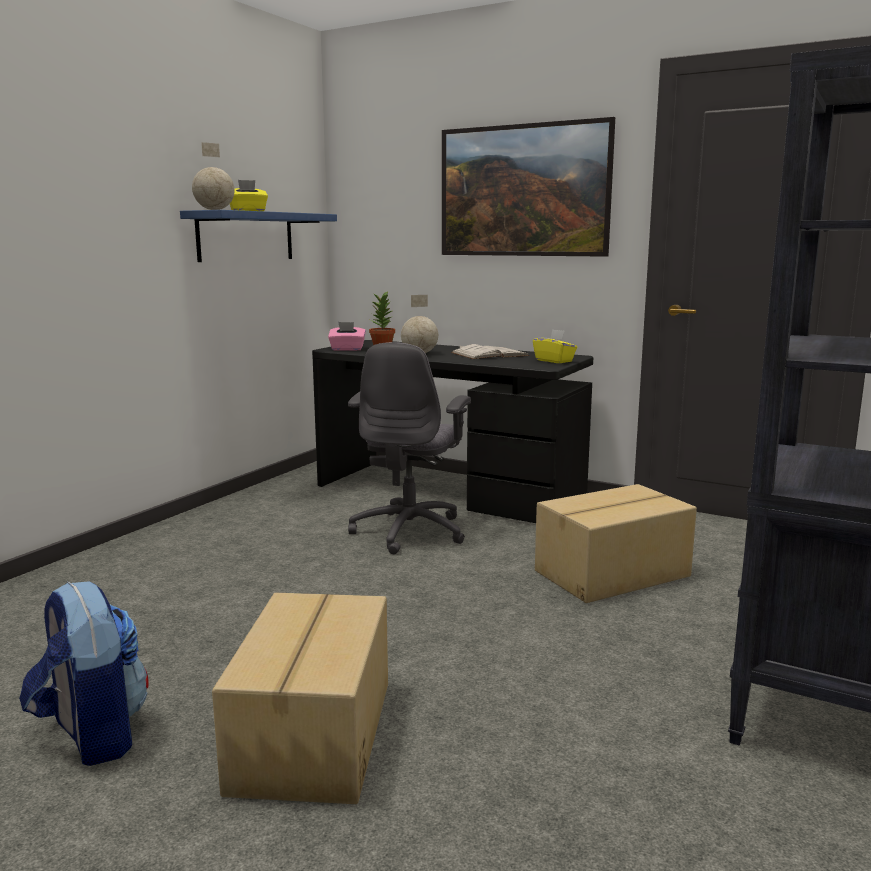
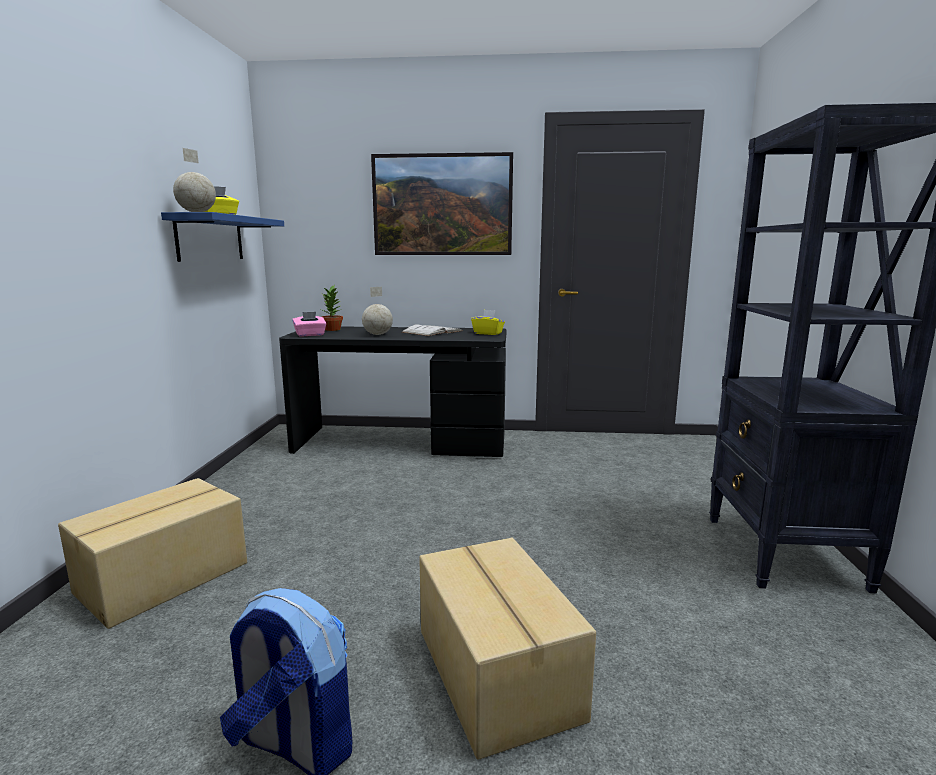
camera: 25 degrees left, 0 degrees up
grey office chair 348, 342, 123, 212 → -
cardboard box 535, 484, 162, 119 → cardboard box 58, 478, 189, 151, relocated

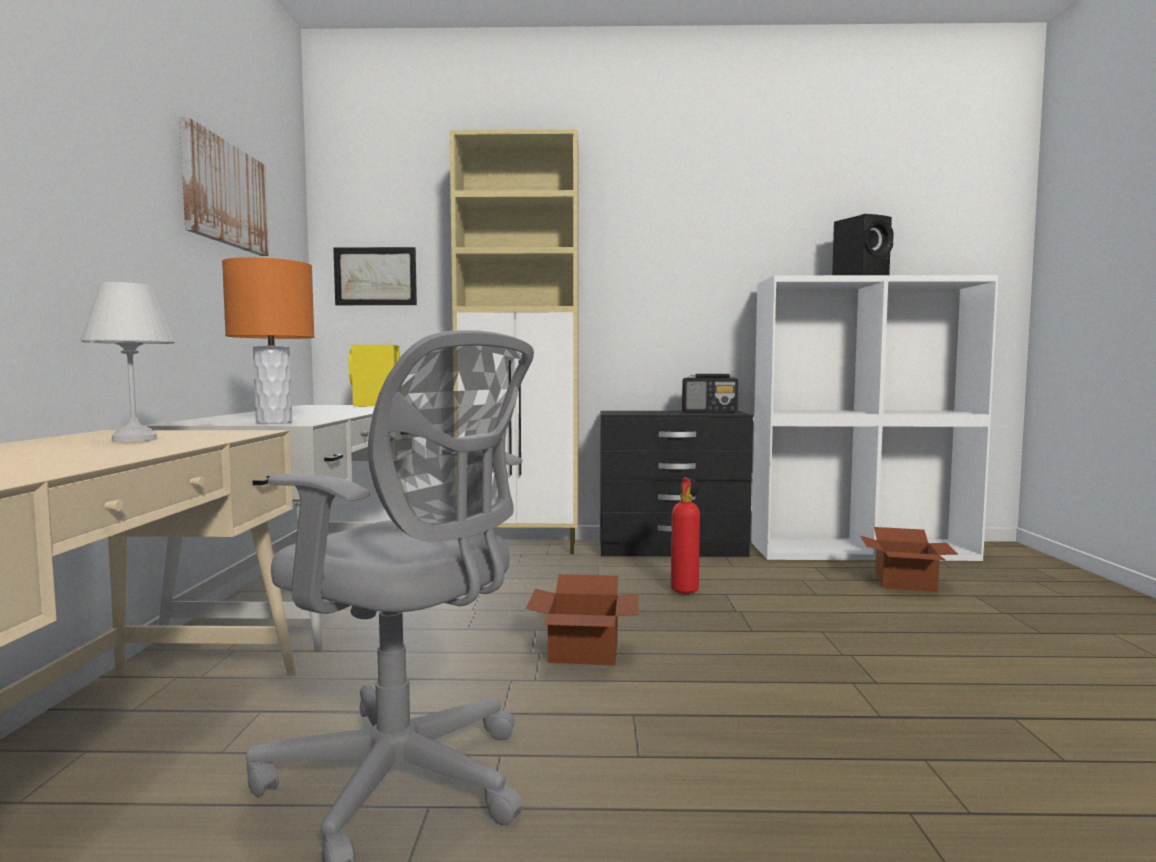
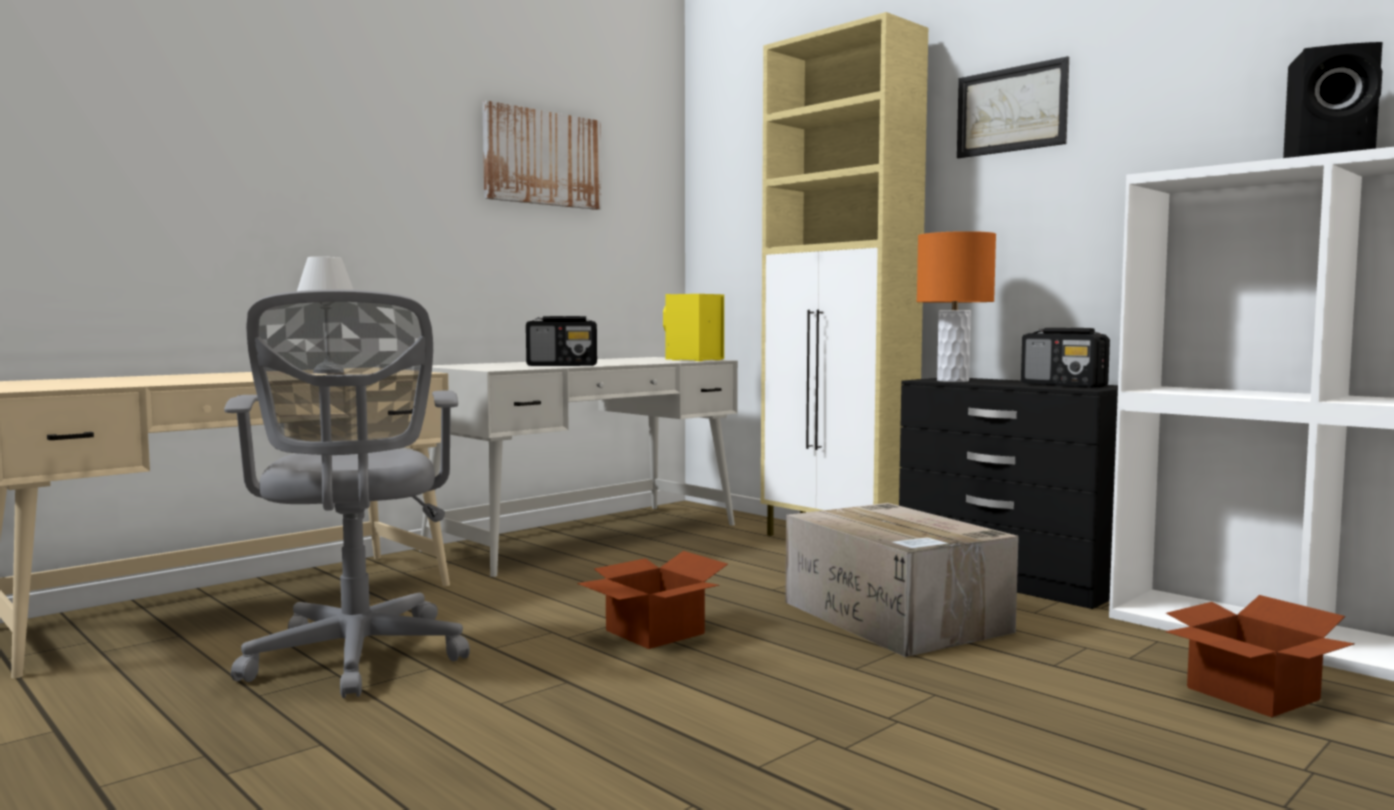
camera: 45 degrees right, 0 degrees up
orange table lamp 222, 257, 93, 167 → orange table lamp 917, 231, 79, 151, relocated
picture 333, 247, 84, 58 → picture 957, 56, 112, 102, relocated
fire extinguisher 671, 477, 29, 117 → cardboard box 785, 503, 234, 154
- → radio 526, 316, 71, 50

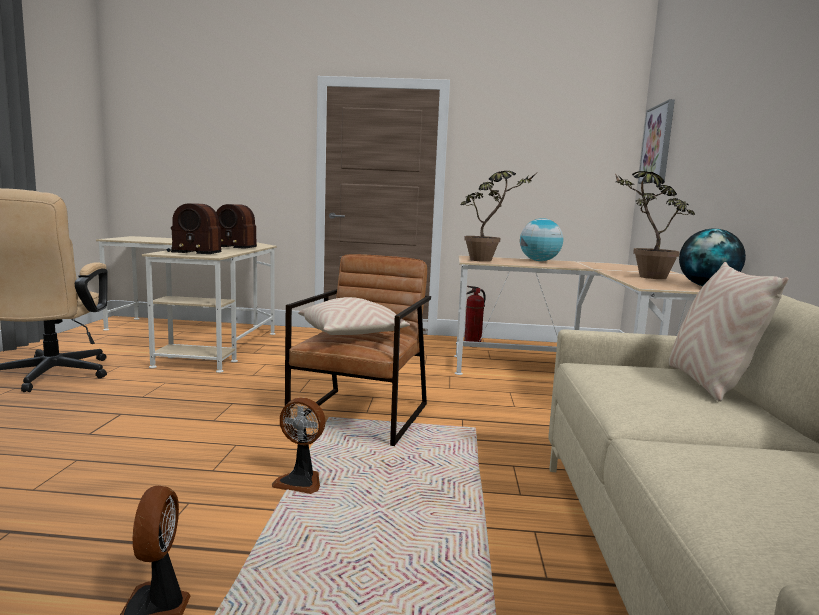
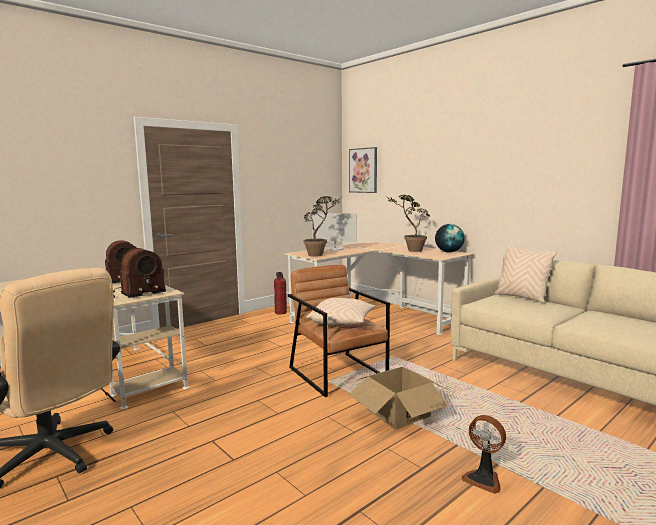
camera: 45 degrees left, 0 degrees up
fan 272, 397, 54, 97 → cardboard box 349, 367, 99, 63
globe 520, 218, 43, 43 → monitor 312, 213, 45, 38

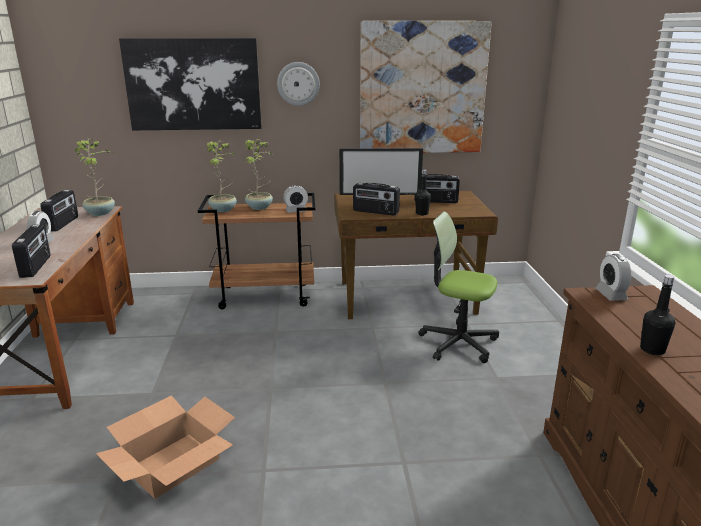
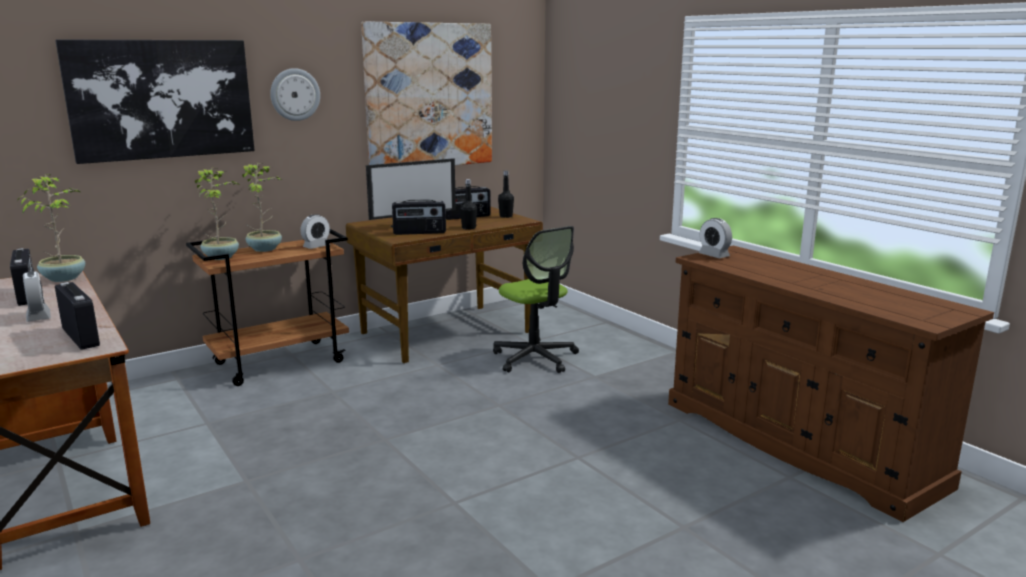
camera: 30 degrees left, 5 degrees down
cardboard box 96, 395, 139, 104 → -
office chair 418, 211, 81, 152 → office chair 493, 226, 86, 147, 120 degrees counterclockwise
black bottle 640, 274, 35, 81 → black bottle 498, 171, 16, 47, relocated

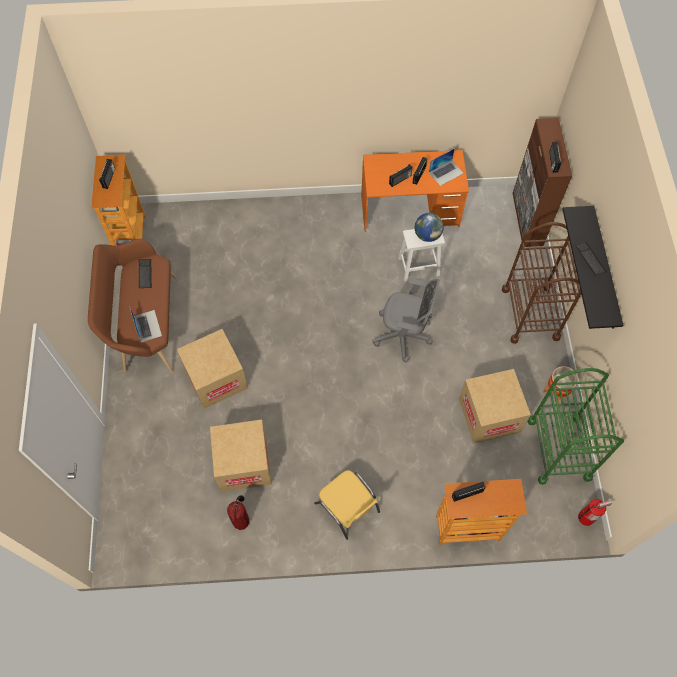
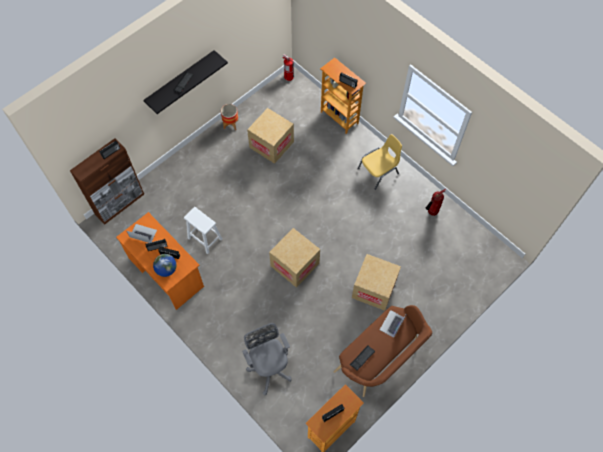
camera: 130 degrees left, 0 degrees up
cardboard box 210, 420, 62, 72 → cardboard box 269, 228, 51, 60, relocated
yellow chair 314, 470, 66, 70 → yellow chair 357, 134, 45, 56, 45 degrees clockwise
grey office chair 373, 278, 67, 85 → grey office chair 242, 323, 50, 72, relocated
globe 415, 213, 29, 29 → globe 153, 254, 24, 23, relocated
brown cart 502, 222, 79, 122 → -
green cart 528, 368, 96, 117 → -

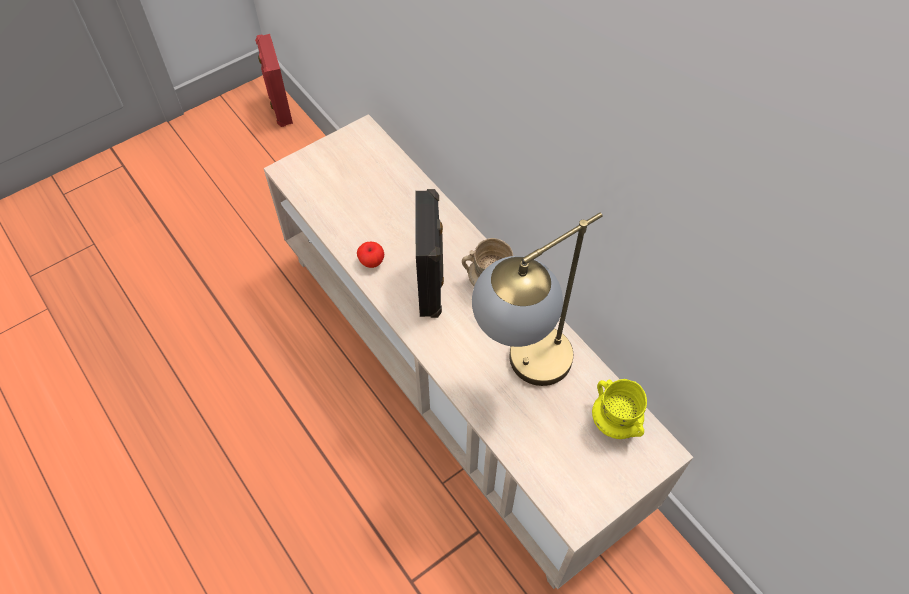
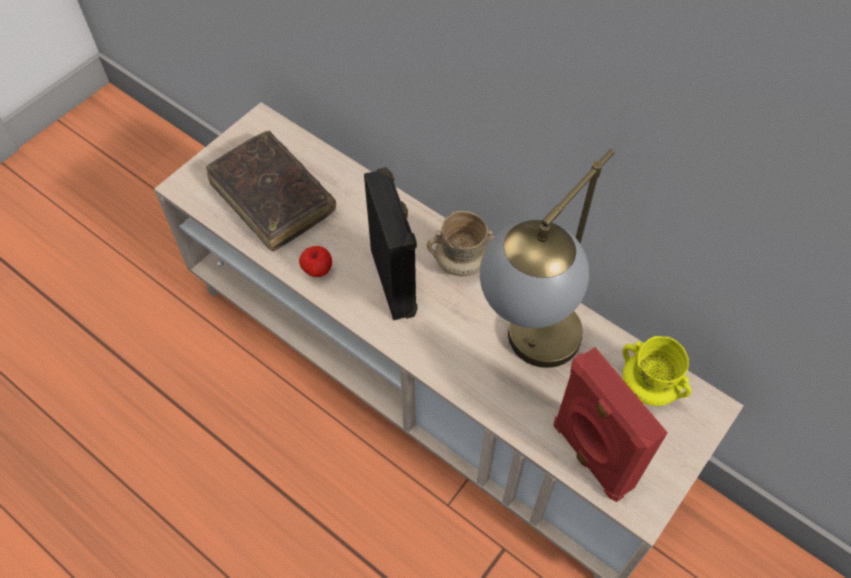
camera: 15 degrees left, 0 degrees up
red speaker 255, 34, 38, 93 → red speaker 554, 347, 114, 155, relocated
- → brown book 206, 131, 130, 120

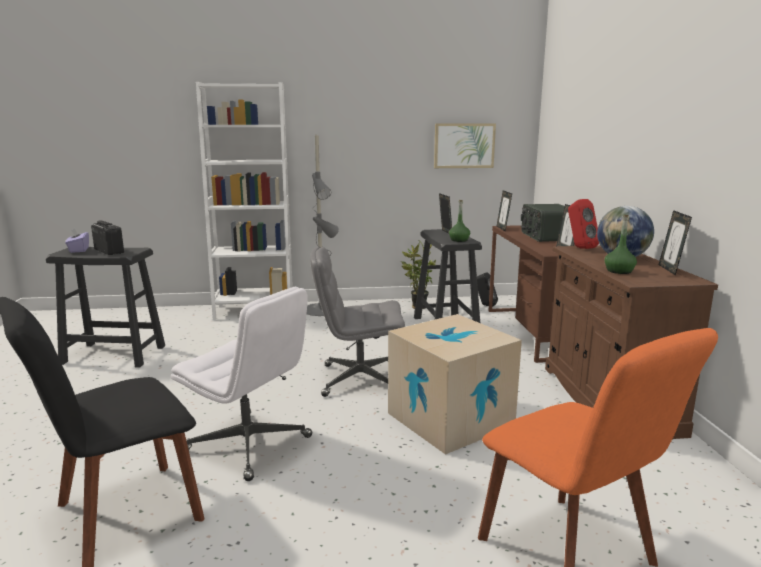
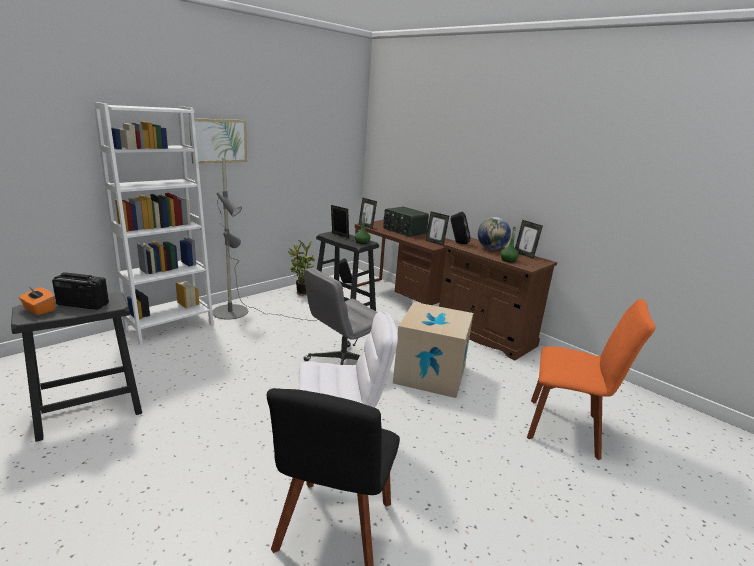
camera: 40 degrees left, 5 degrees up
purple tissue box 65, 228, 24, 25 → orange tissue box 19, 287, 36, 28
picture 434, 123, 62, 45 → picture 189, 118, 58, 46, relocated
red speaker 568, 199, 31, 50 → black speaker 450, 212, 20, 32

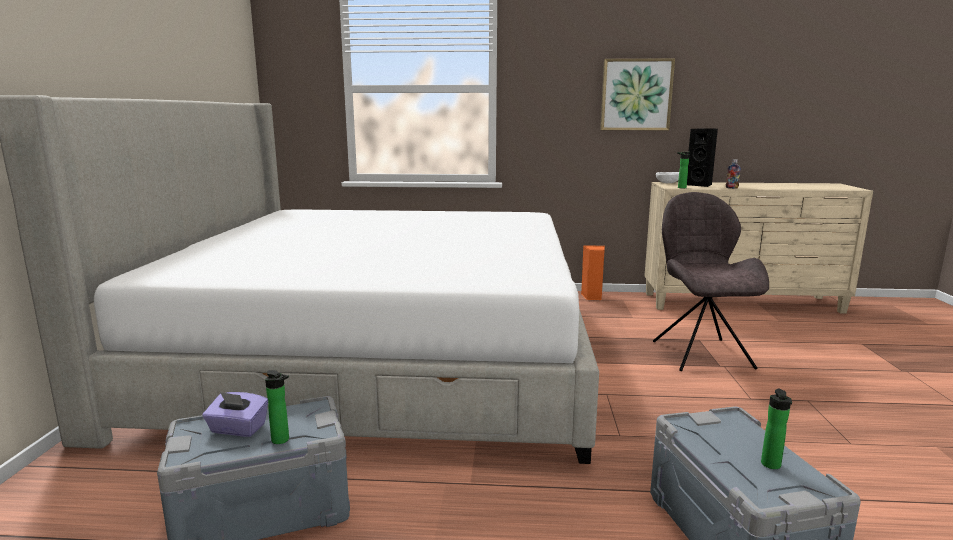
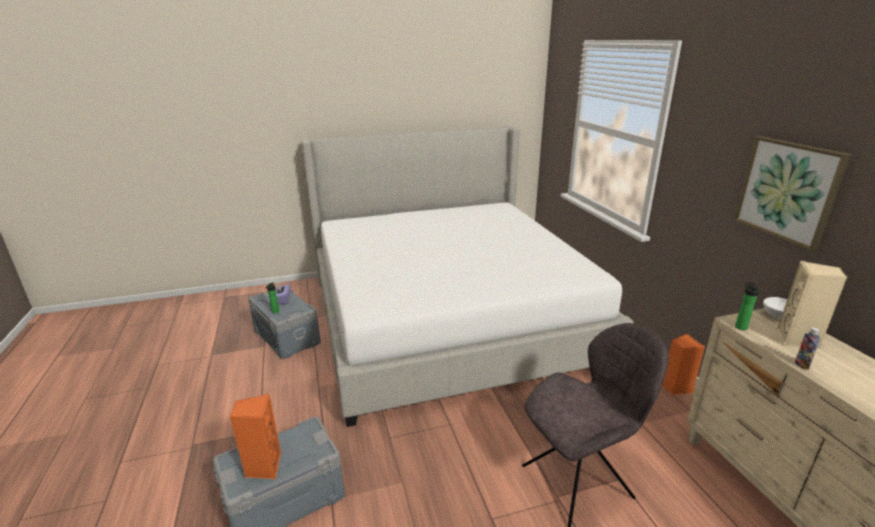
camera: 70 degrees right, 10 degrees up
black speaker 687, 128, 31, 59 → beige speaker 777, 261, 70, 88
bottle 761, 388, 31, 81 → orange speaker 230, 394, 51, 85

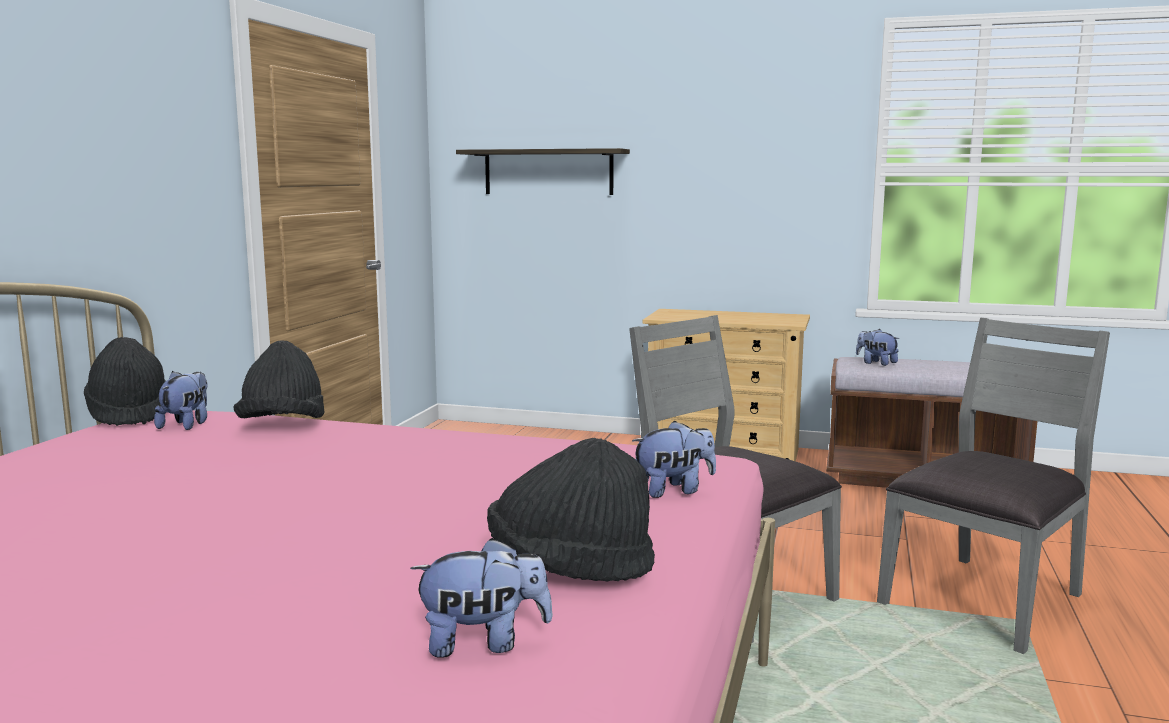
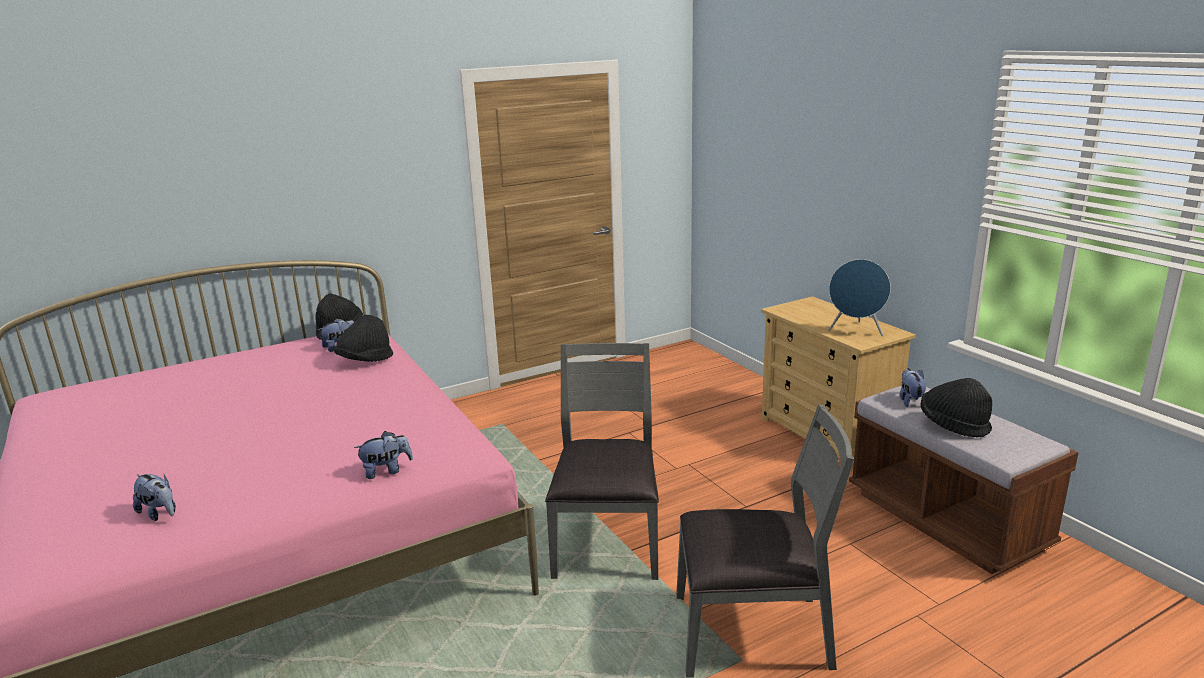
camera: 45 degrees right, 10 degrees up
shelf 456, 148, 174, 47 → -
black hat 487, 438, 168, 143 → black hat 920, 378, 72, 59, relocated
plush toy 632, 420, 84, 78 → plush toy 354, 431, 59, 48, 45 degrees counterclockwise
- → blue speaker 828, 259, 63, 77

